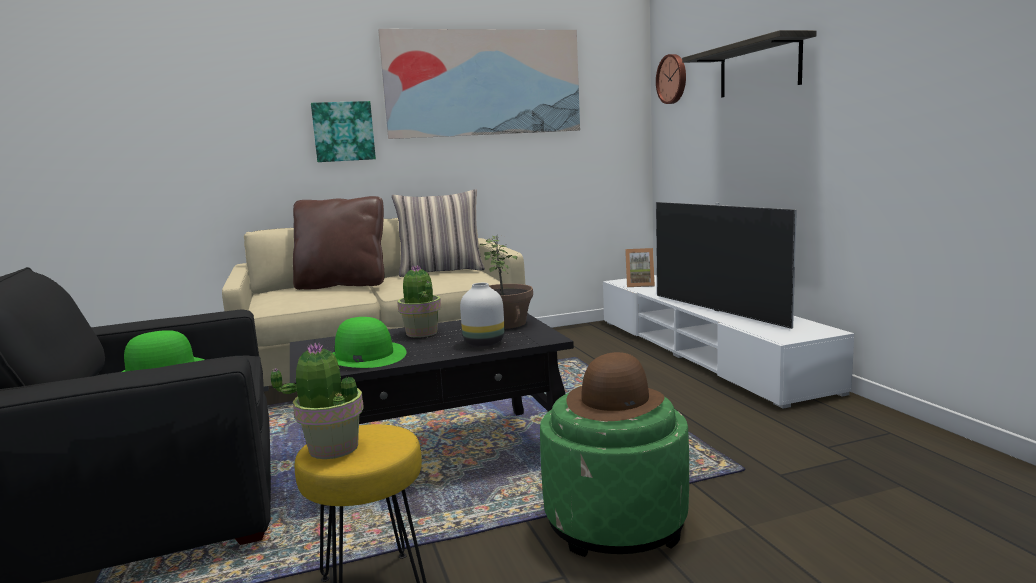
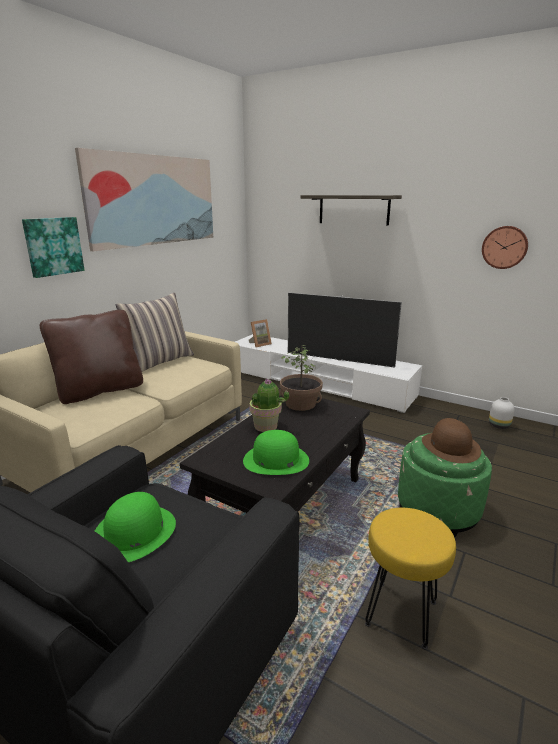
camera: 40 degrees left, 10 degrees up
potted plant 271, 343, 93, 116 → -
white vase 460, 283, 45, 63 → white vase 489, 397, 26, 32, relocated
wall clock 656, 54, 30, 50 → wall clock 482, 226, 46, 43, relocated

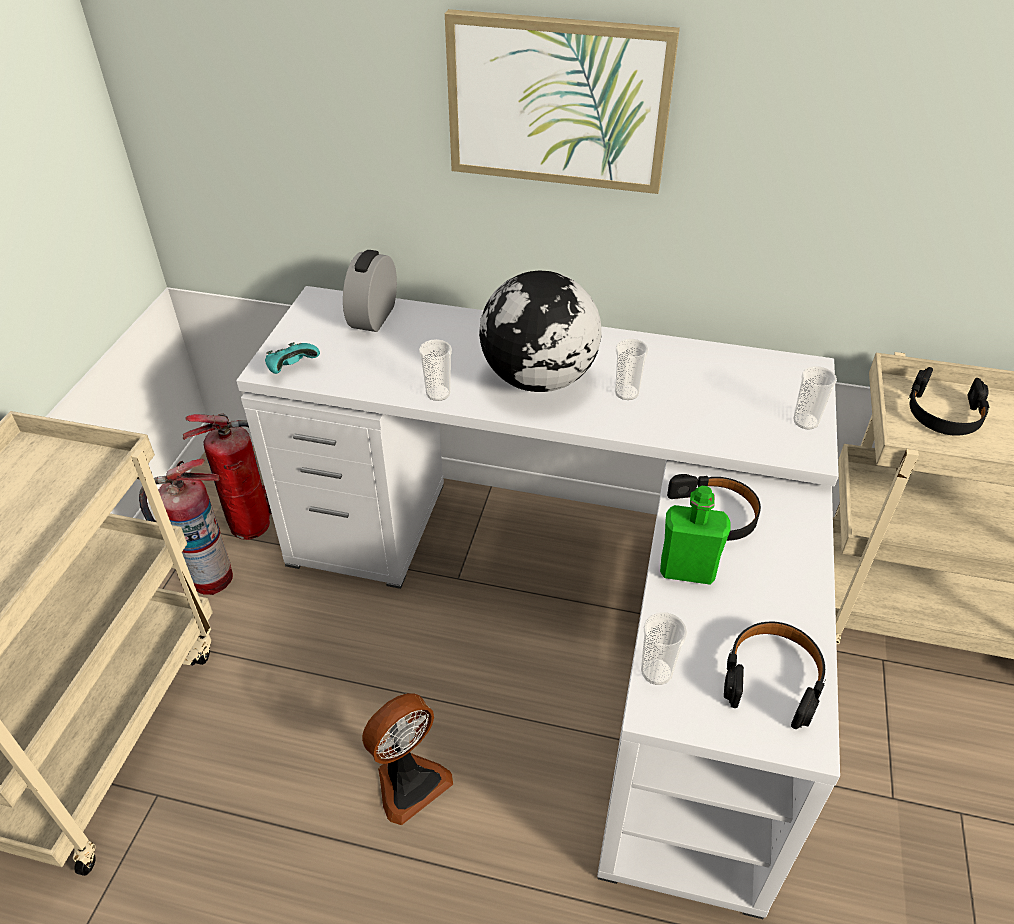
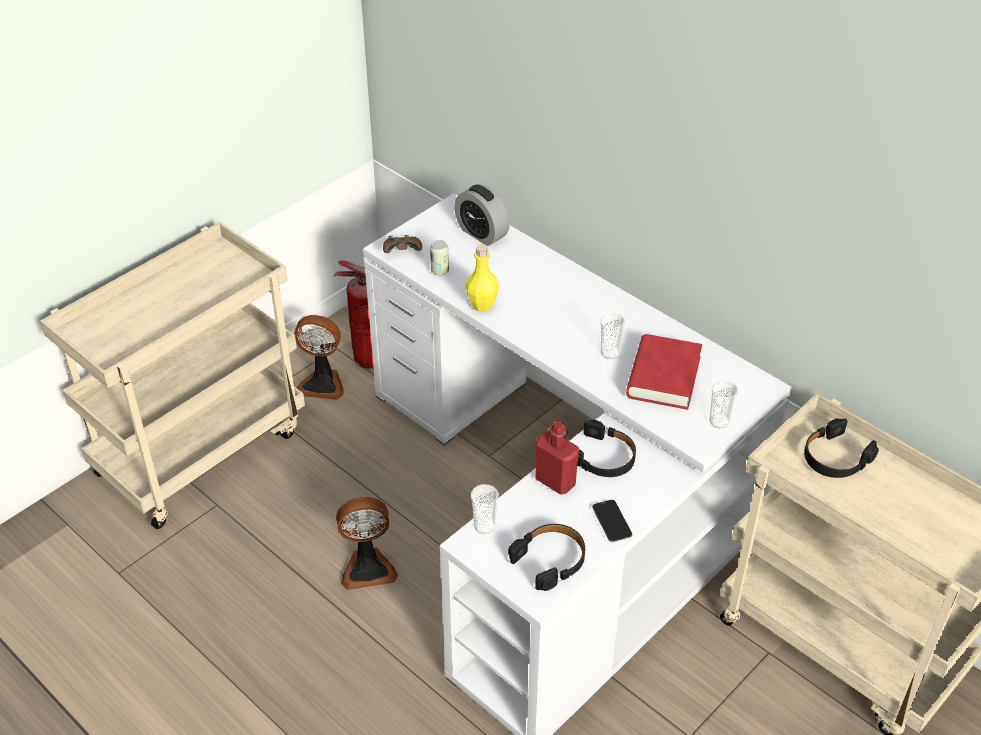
camera: 30 degrees right, 0 degrees up
fire extinguisher 139, 459, 94, 136 → fan 294, 315, 50, 85
turquoise game controller 265, 342, 55, 32 → brown game controller 383, 235, 39, 18
alarm clock 343, 250, 54, 82 → alarm clock 454, 184, 56, 62, 90 degrees counterclockwise
cup 419, 339, 33, 62 → yellow bottle 465, 244, 34, 68
picture 445, 9, 235, 185 → -
globe 479, 271, 123, 121 → -
green bottle 660, 486, 71, 99 → red bottle 535, 421, 44, 74
- → can 430, 240, 19, 35
- → phone 592, 500, 40, 42
- → red book 626, 334, 76, 76

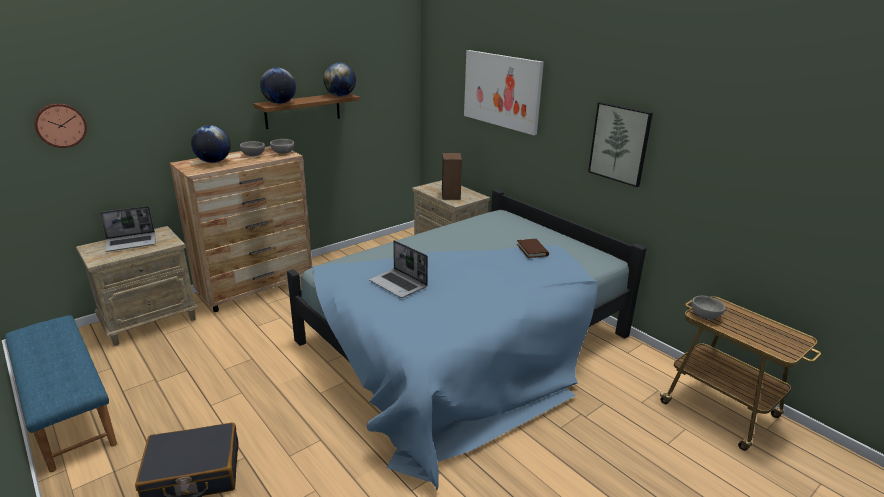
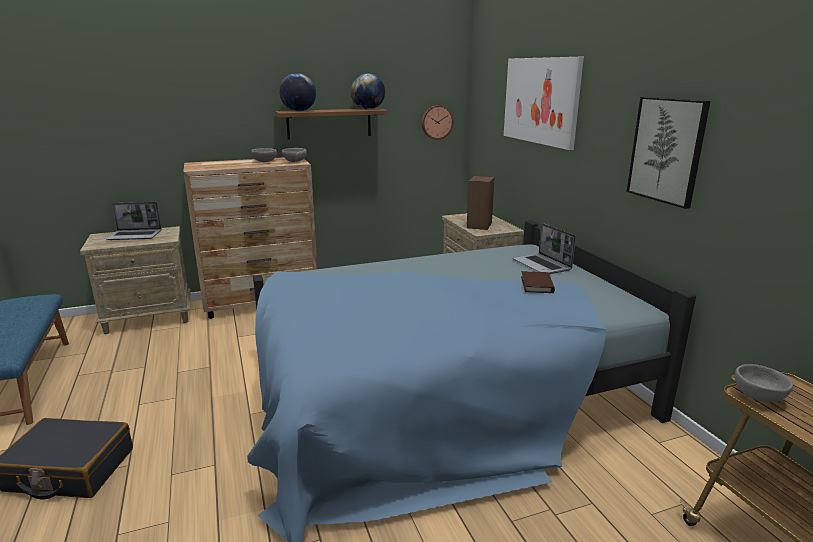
camera: 20 degrees right, 5 degrees down
wall clock 34, 103, 53, 45 → wall clock 422, 105, 32, 35, relocated
globe 191, 125, 40, 38 → -
laptop 369, 240, 59, 58 → laptop 513, 223, 63, 51, relocated

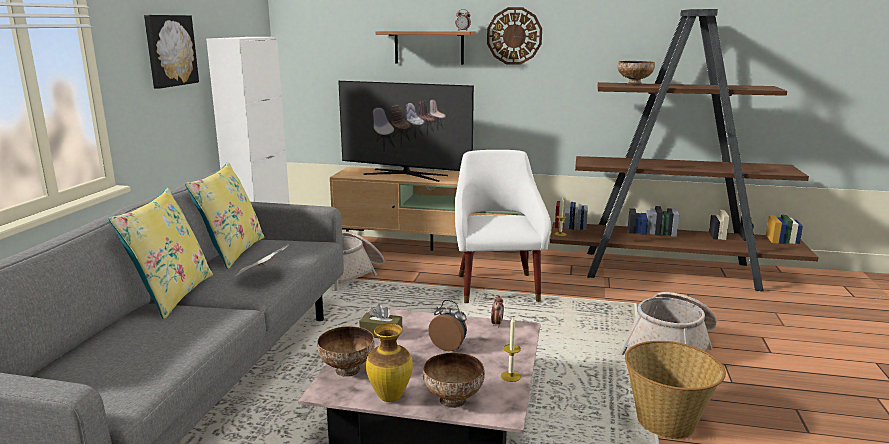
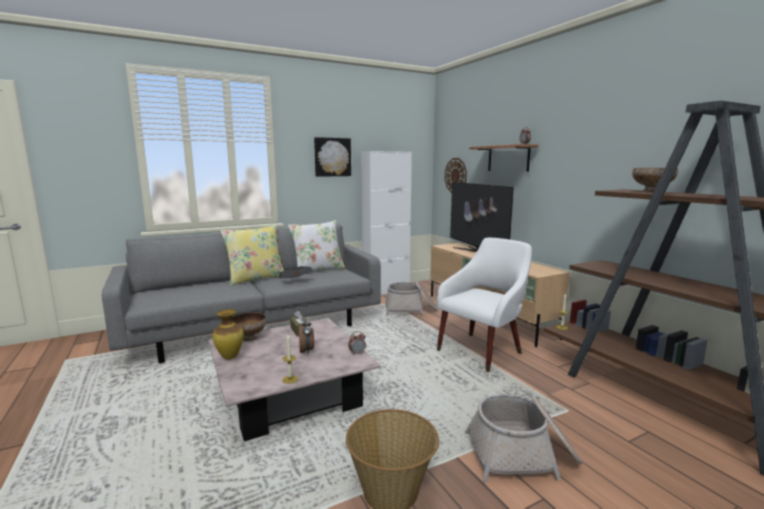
camera: 50 degrees right, 5 degrees down
yellow pillow 185, 162, 80, 107 → white pillow 288, 220, 57, 52
bowl 423, 353, 62, 55 → -
wall clock 487, 7, 55, 58 → wall clock 445, 158, 22, 35, relocated

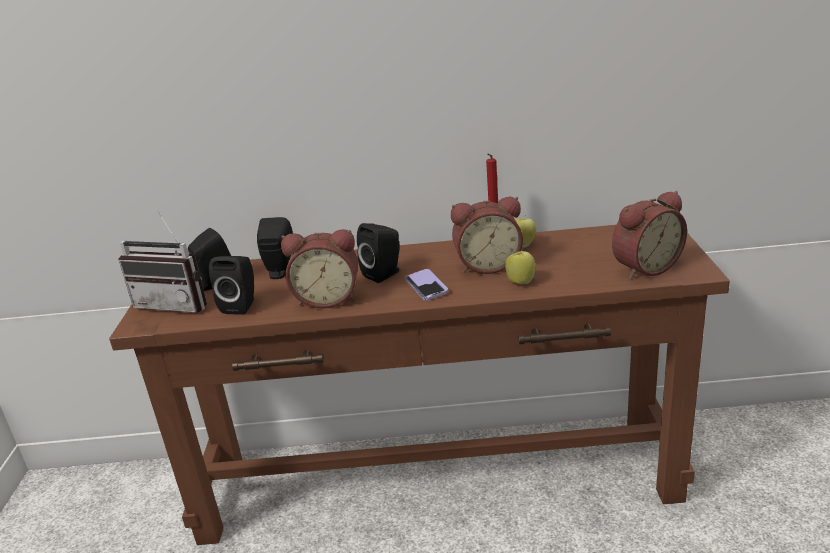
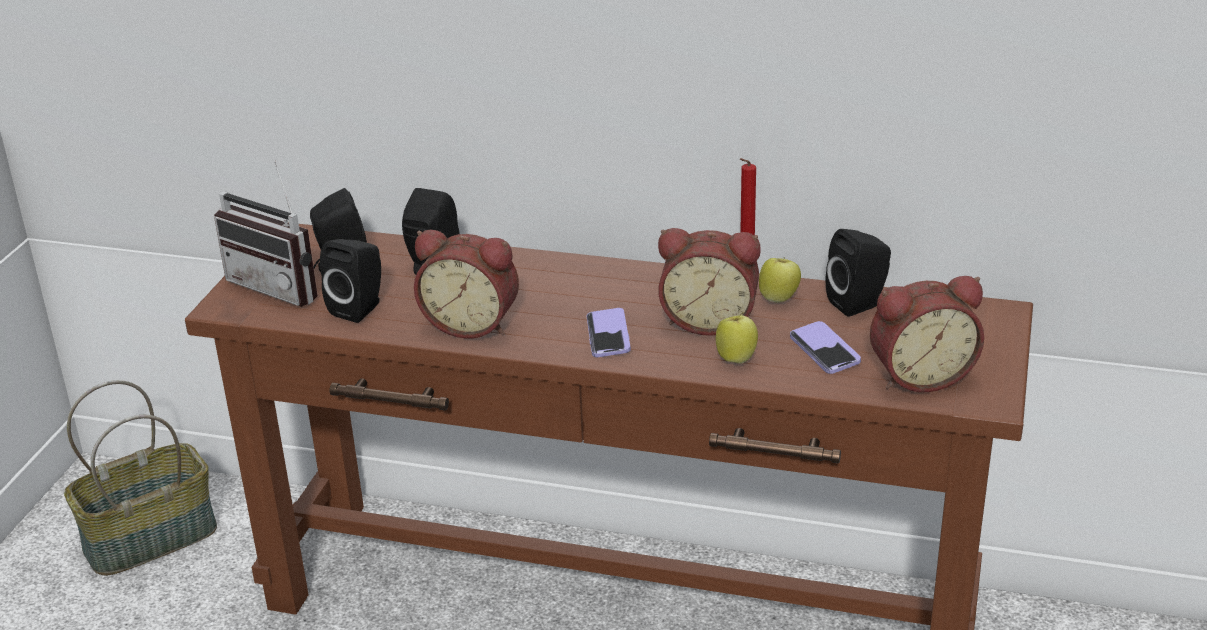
camera: 15 degrees right, 5 degrees up
black speaker 357, 223, 42, 60 → black speaker 826, 229, 65, 88, relocated
- → basket 64, 380, 153, 196
- → phone 790, 321, 71, 53

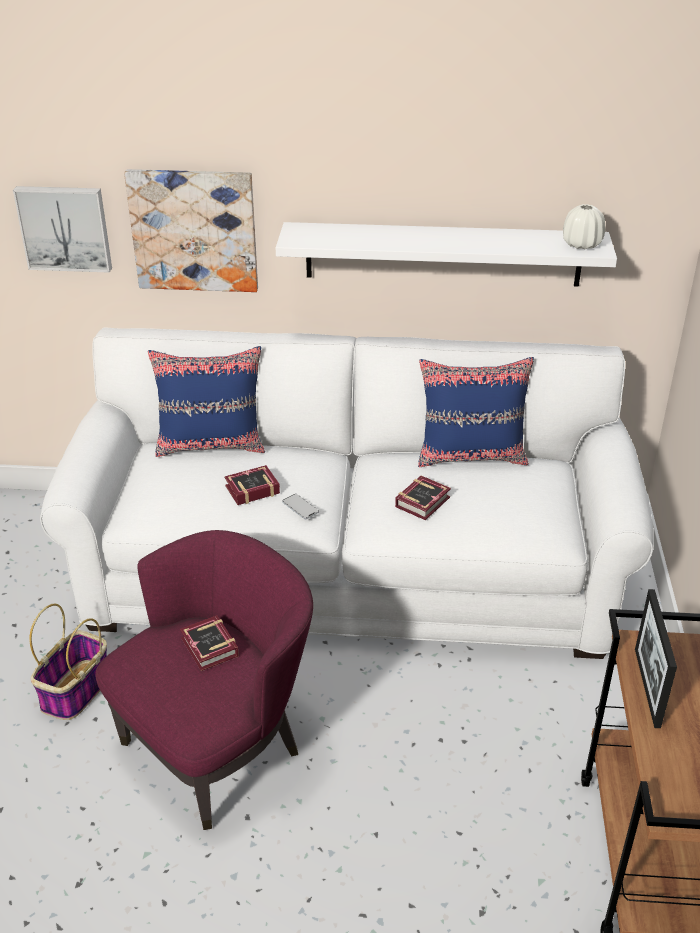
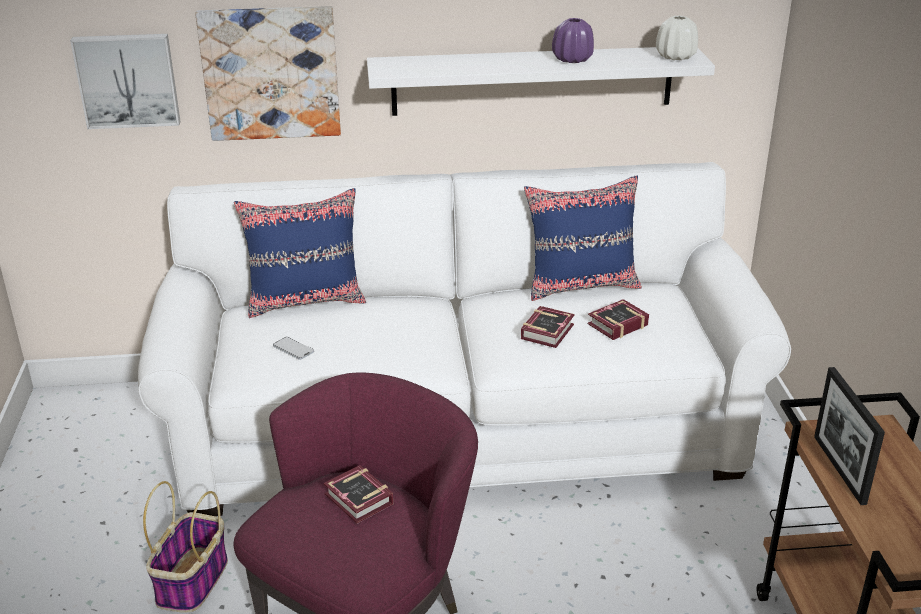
camera: 10 degrees left, 5 degrees down
book 224, 465, 56, 40 → book 588, 299, 61, 41, relocated
phone 282, 494, 37, 25 → phone 273, 337, 41, 23, relocated
- → purple vase 552, 18, 42, 45

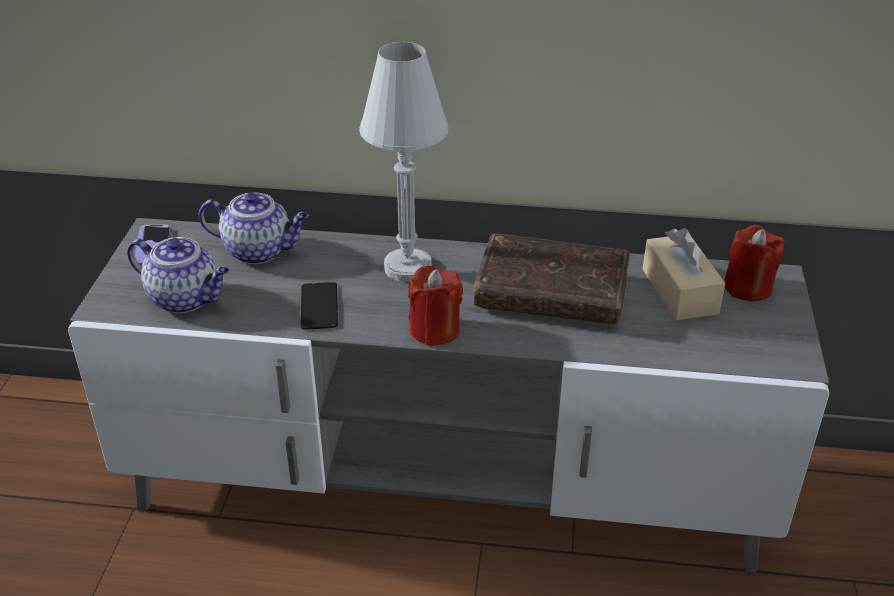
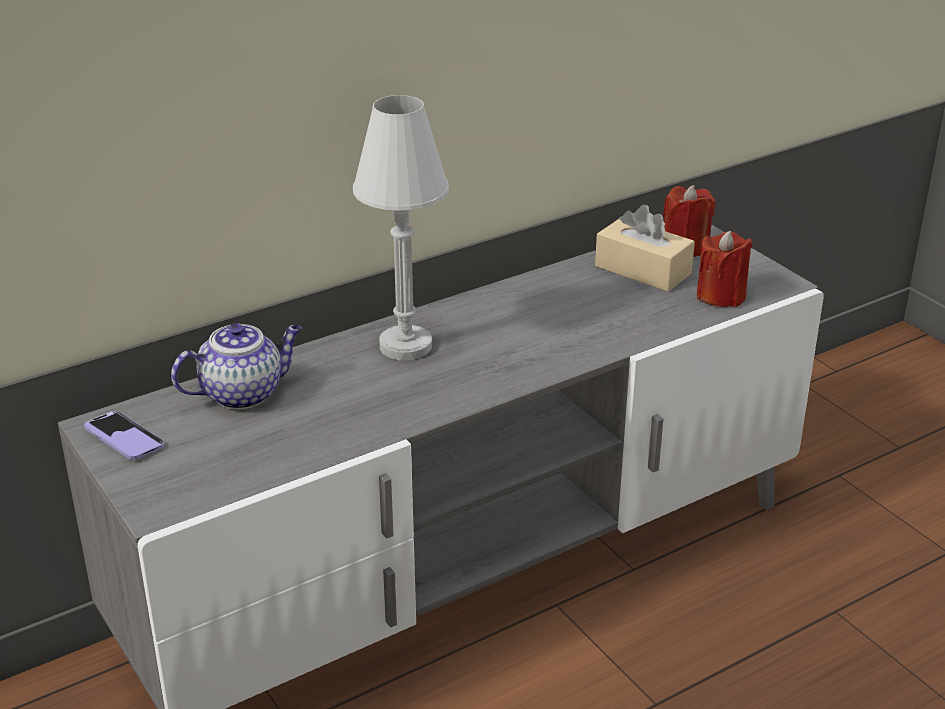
camera: 40 degrees left, 5 degrees down
teapot 127, 237, 102, 76 → -
phone 301, 282, 37, 48 → -
red candle 408, 266, 55, 80 → red candle 697, 230, 56, 77, relocated
brown book 474, 233, 156, 92 → -

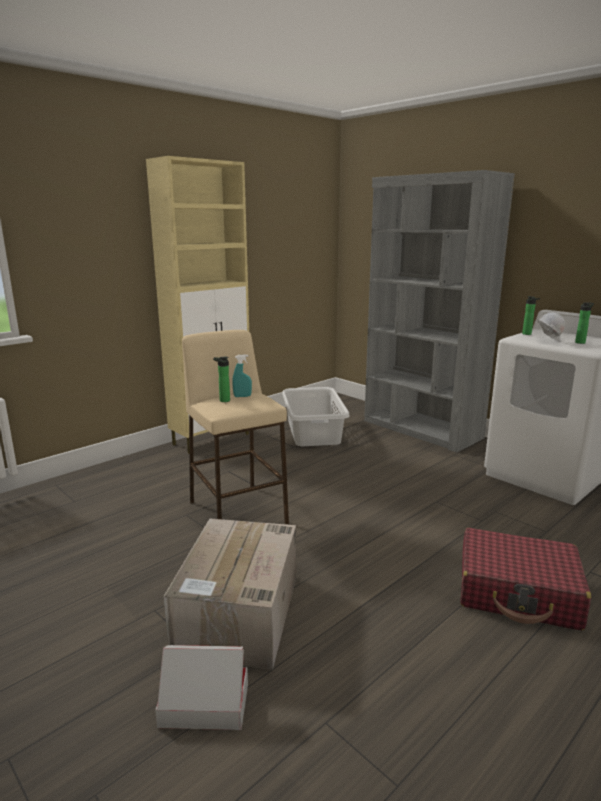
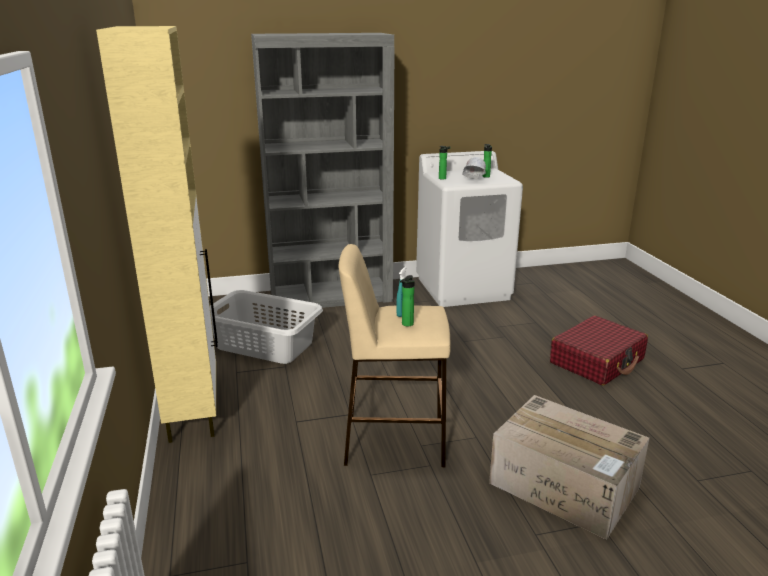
camera: 60 degrees left, 5 degrees up
cardboard box 155, 645, 93, 85 → -

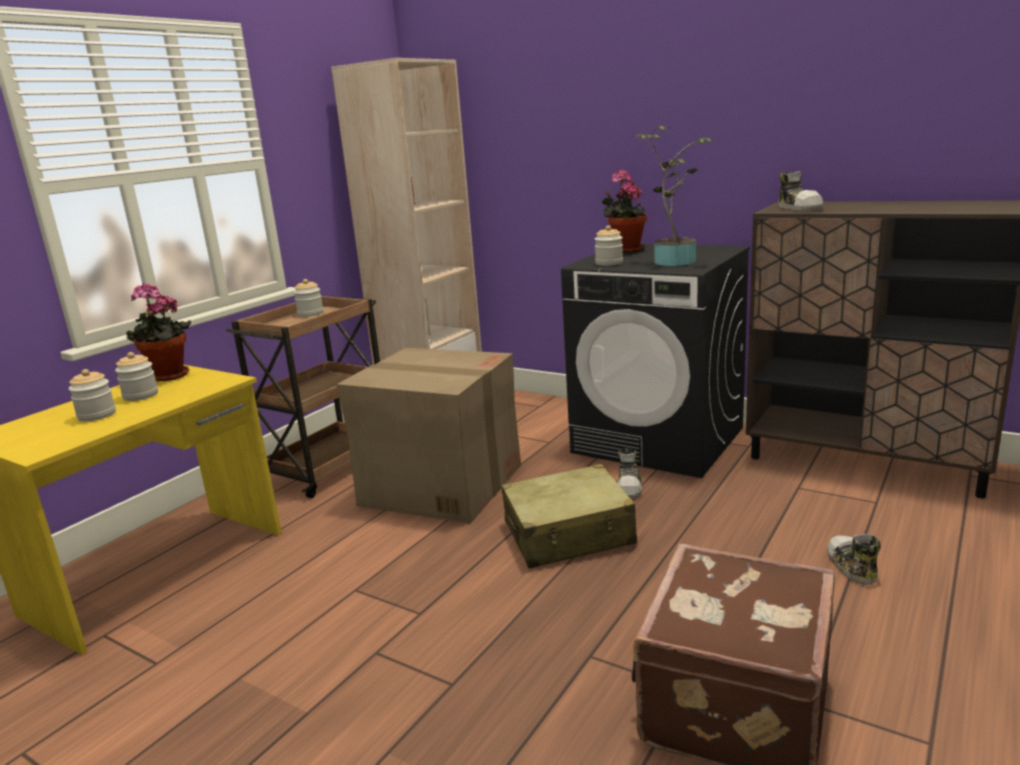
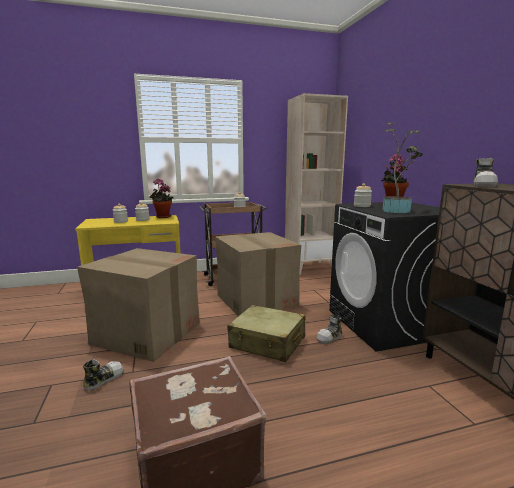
camera: 40 degrees right, 5 degrees down
shoe 827, 534, 54, 51 → shoe 83, 359, 41, 31, relocated
- → cardboard box 77, 248, 123, 114

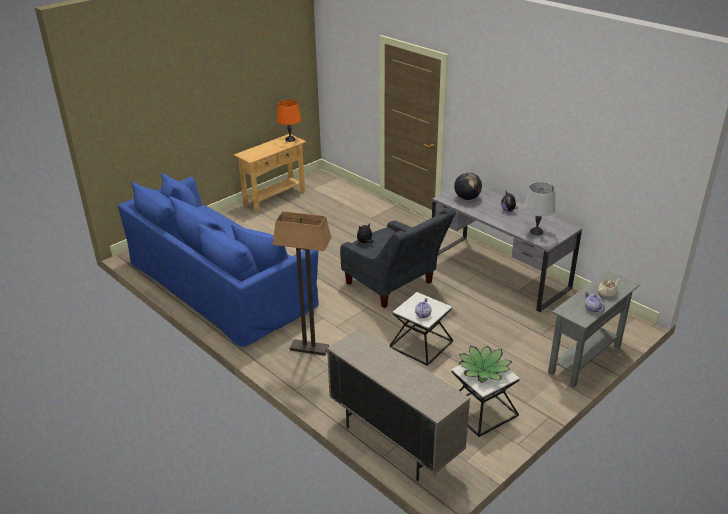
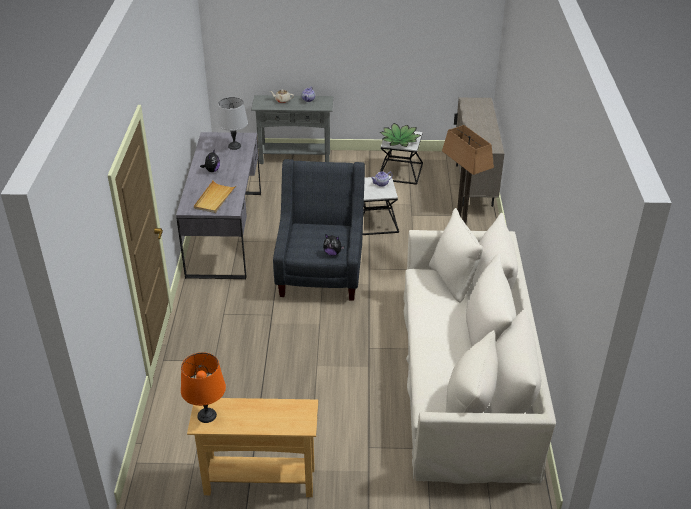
camera: 135 degrees left, 5 degrees up
blue sofa 118, 173, 201, 174 → beige sofa 404, 208, 152, 276
globe 454, 172, 28, 28 → beige tray 194, 180, 43, 33

